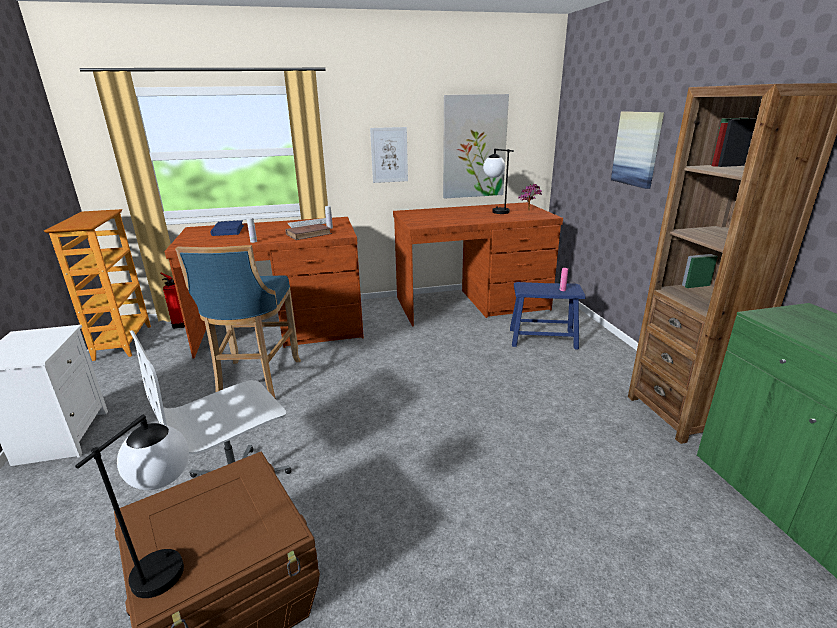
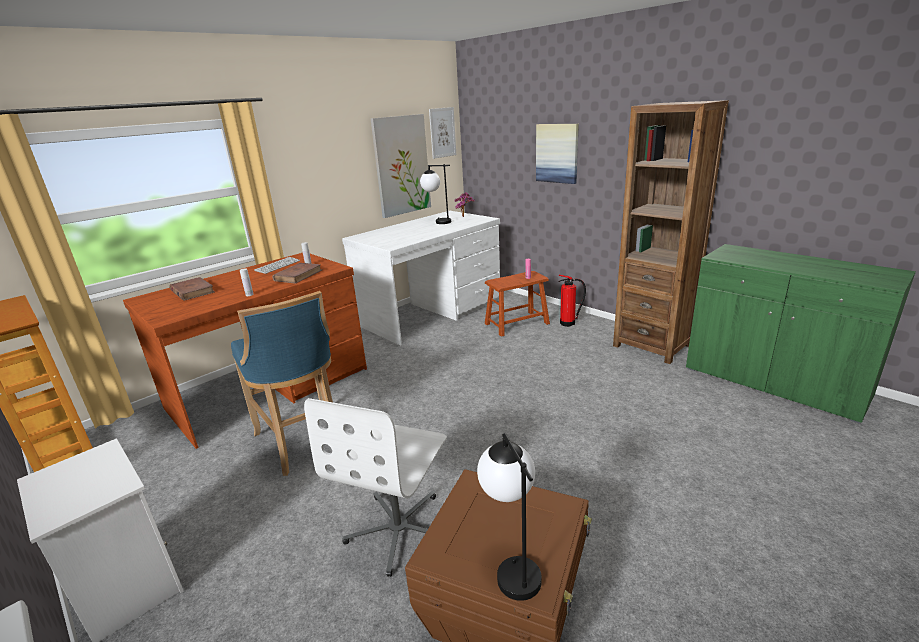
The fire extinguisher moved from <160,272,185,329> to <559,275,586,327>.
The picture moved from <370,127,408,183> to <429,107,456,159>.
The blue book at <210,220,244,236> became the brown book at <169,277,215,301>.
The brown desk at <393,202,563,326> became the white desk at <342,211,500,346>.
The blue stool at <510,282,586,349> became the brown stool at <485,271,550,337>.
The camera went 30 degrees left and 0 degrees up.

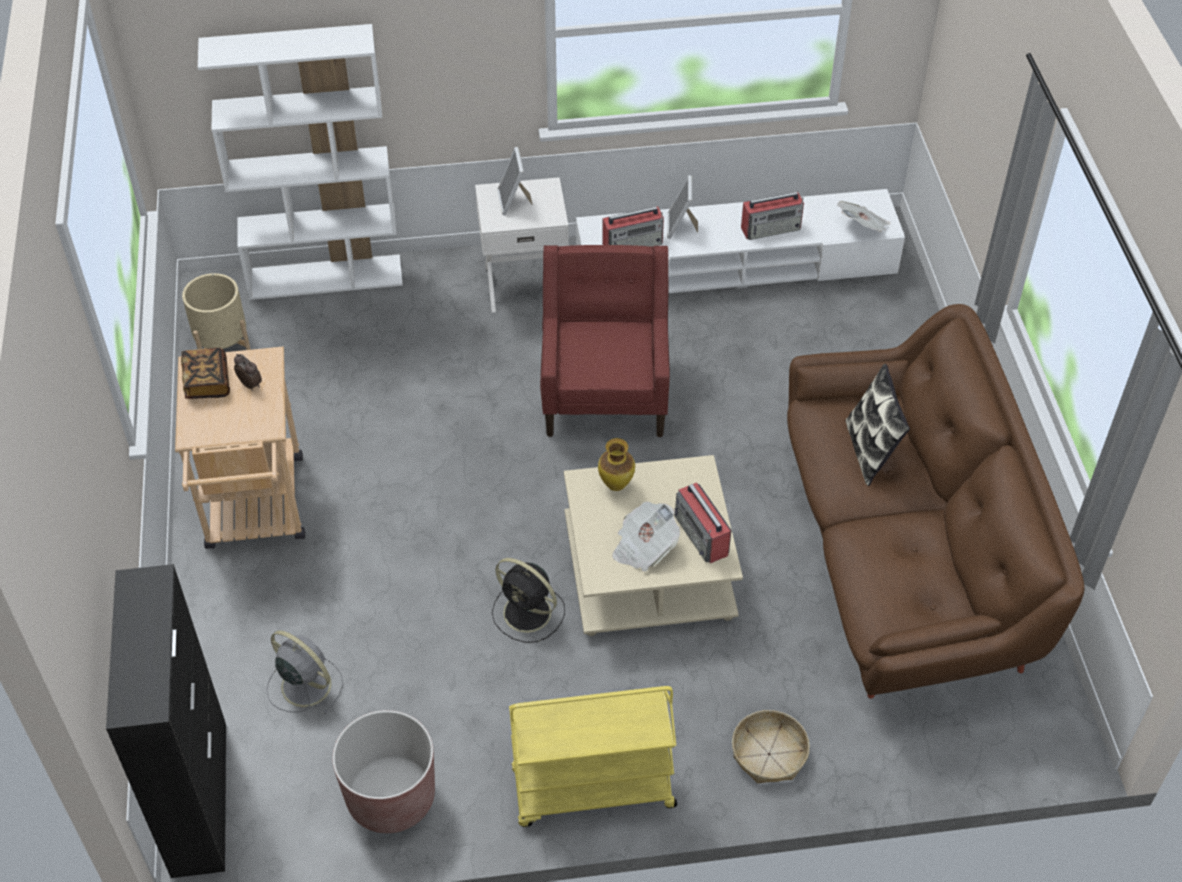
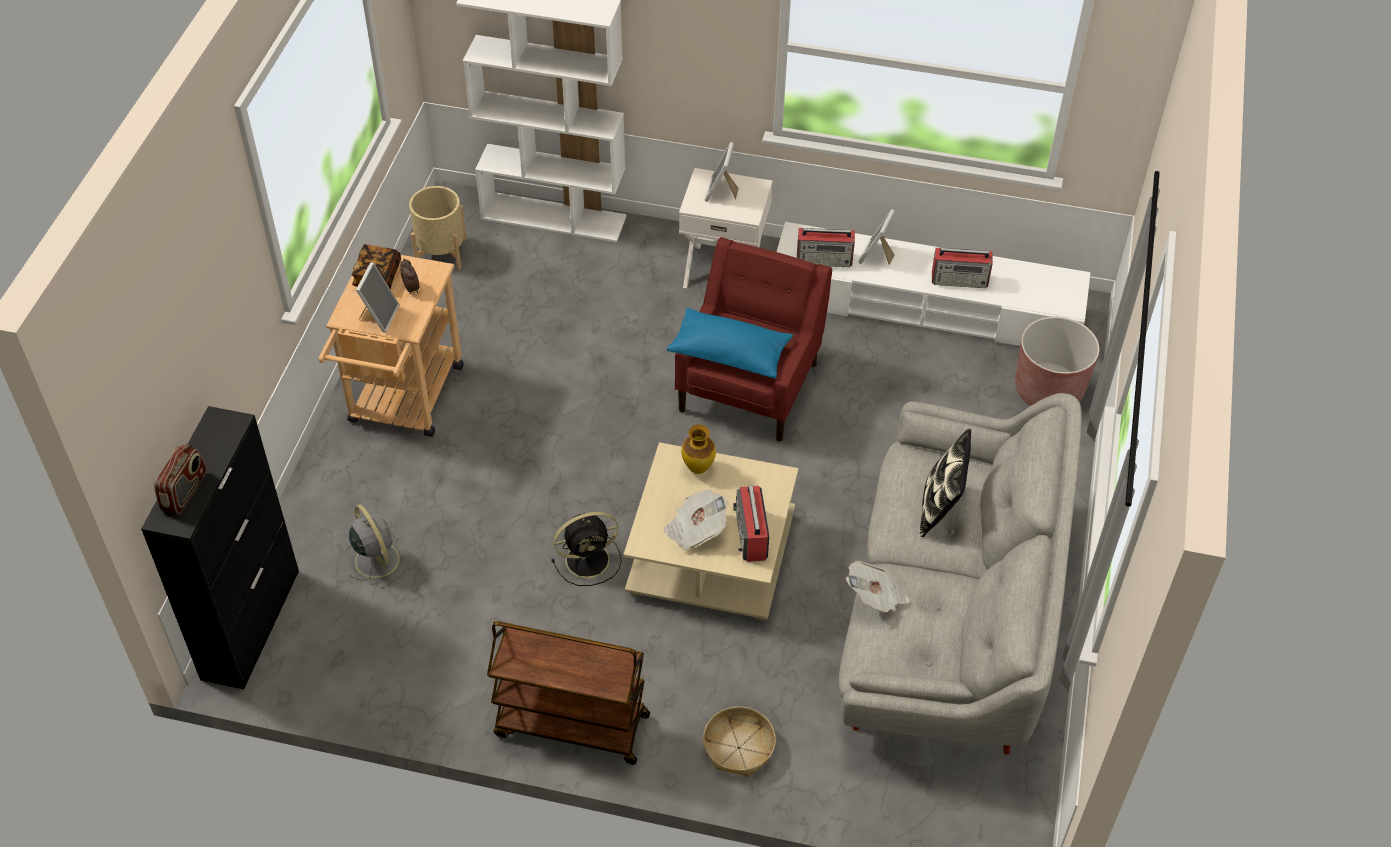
The radio at <154,444,206,515> appeared.
The picture frame at <356,262,400,333> appeared.
The blue pillow at <667,308,793,379> appeared.
The brown planter moved from <332,710,435,833> to <1015,317,1100,406>.
The newspaper moved from <837,201,891,232> to <846,561,910,613>.
The yellow cart at <509,686,677,827> became the brown cart at <487,621,650,765>.
The brown sofa at <787,304,1085,699> became the grey sofa at <839,393,1082,755>.
The black fan at <492,558,565,643> turned 75 degrees counterclockwise.
The camera went 20 degrees right and 0 degrees up.

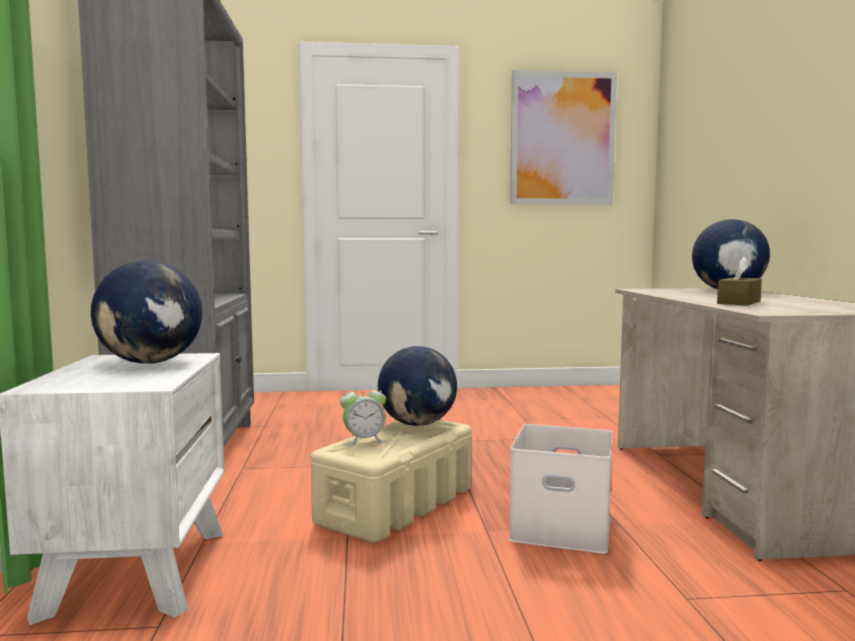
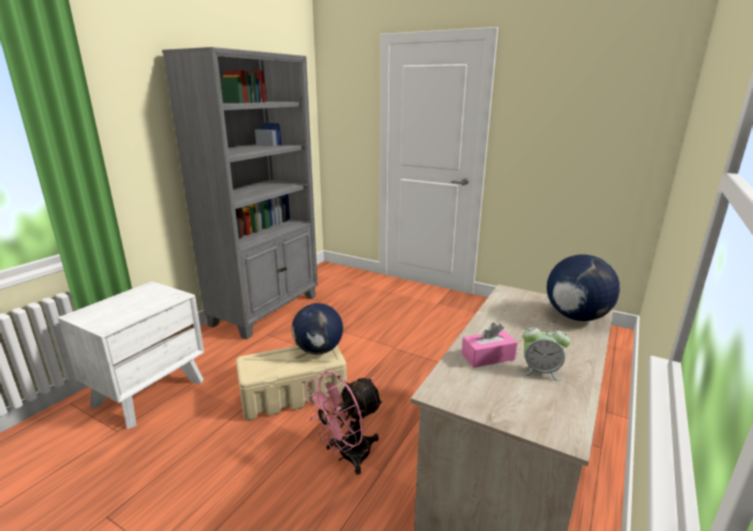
The globe at <91,260,203,364> disappeared.
The picture at <510,70,617,205> disappeared.
The alarm clock moved from <340,384,386,446> to <522,323,570,381>.
The white storage box at <509,424,613,554> was replaced by the pink fan at <305,371,383,475>.
The brown tissue box at <717,257,762,306> became the pink tissue box at <462,323,517,368>.
The camera went 35 degrees right and 15 degrees up.

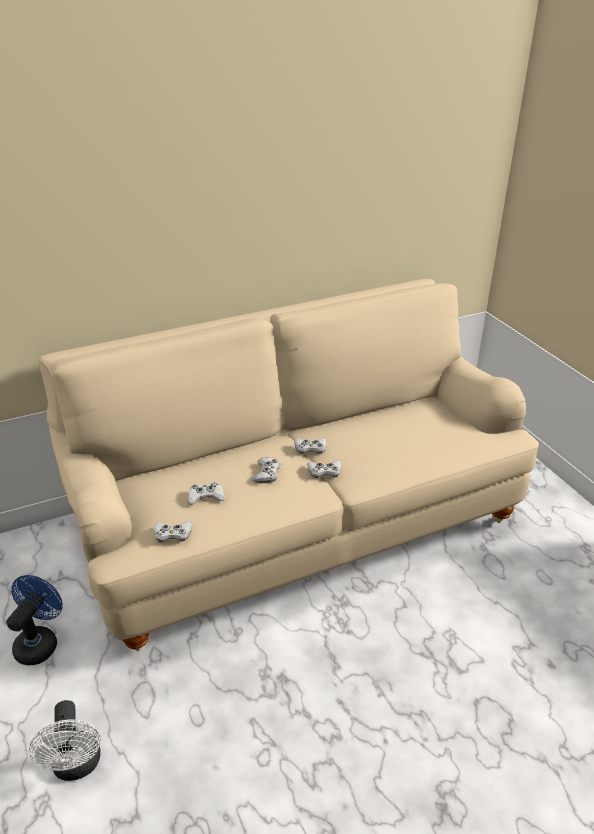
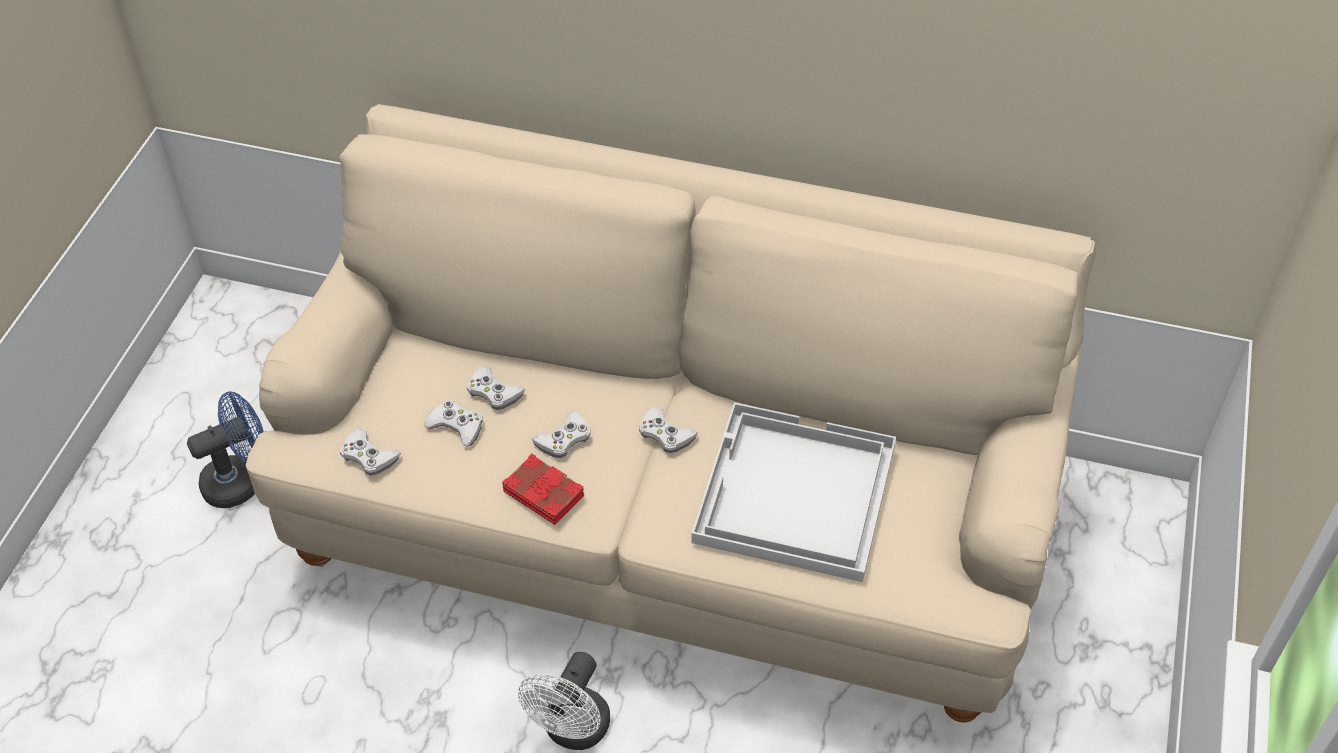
The red book at <502,453,584,525> appeared.
The white tray at <691,402,896,582> appeared.
The white fan moved from <29,700,101,781> to <518,652,610,750>.
The white game controller moved from <307,461,342,478> to <467,366,525,410>.
The camera went 40 degrees right and 15 degrees up.

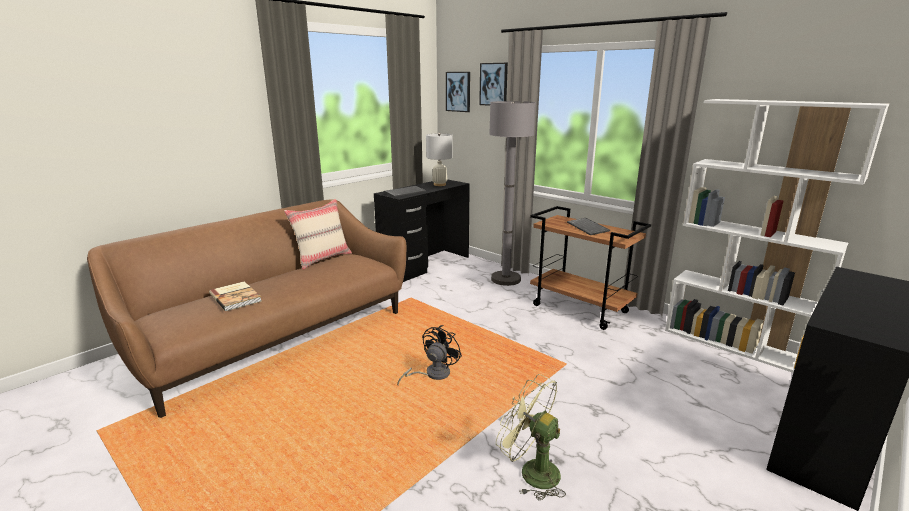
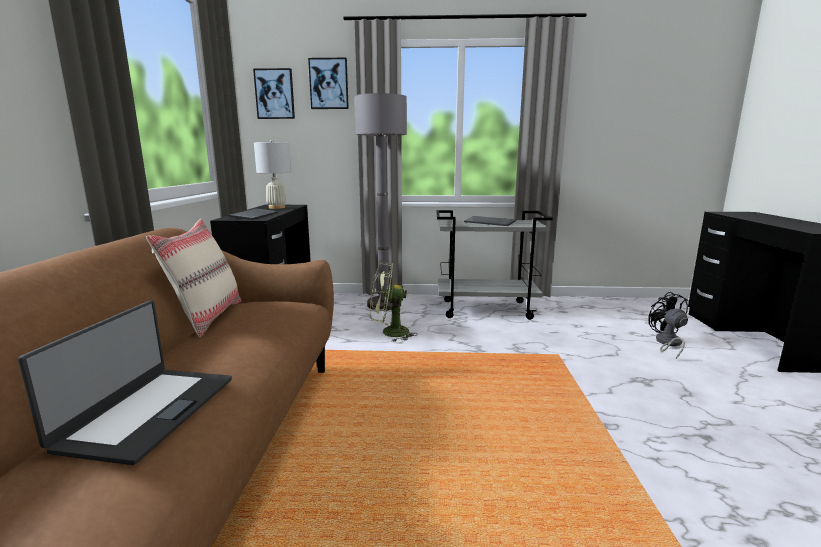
The white bookcase at <665,99,889,373> disappeared.
The black fan moved from <397,325,462,385> to <648,292,688,359>.
The green fan moved from <496,374,566,500> to <370,263,418,342>.
The book at <209,281,262,311> was replaced by the laptop at <18,300,232,465>.
The brown cart at <530,206,651,330> became the grey cart at <437,210,553,320>.
The camera went 40 degrees left and 5 degrees down.

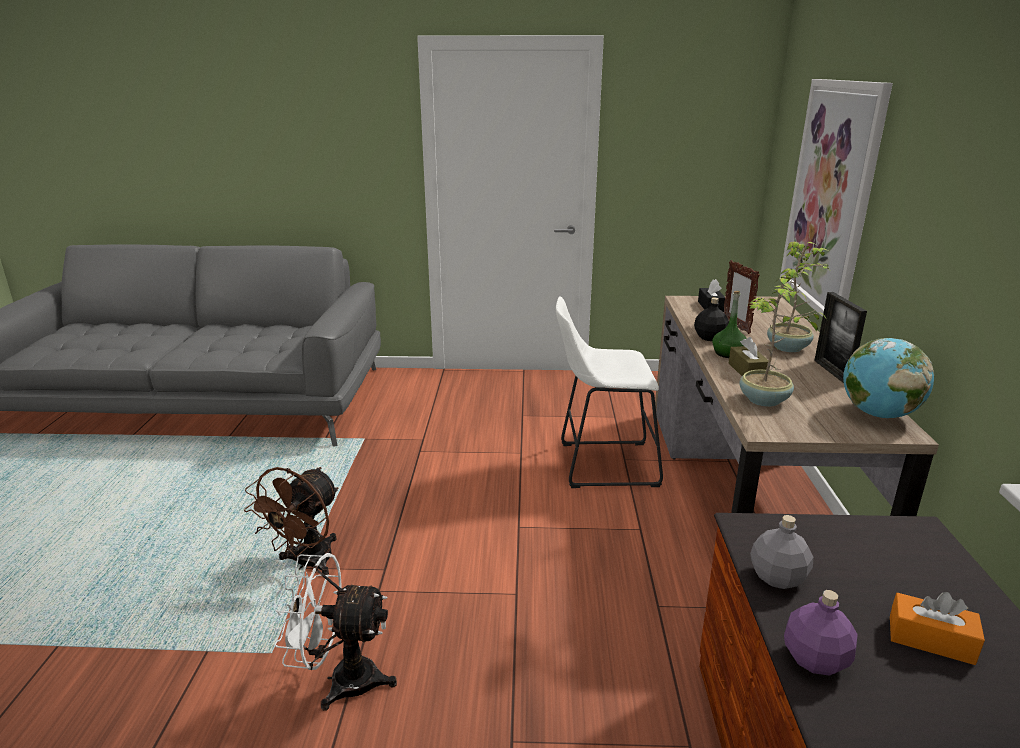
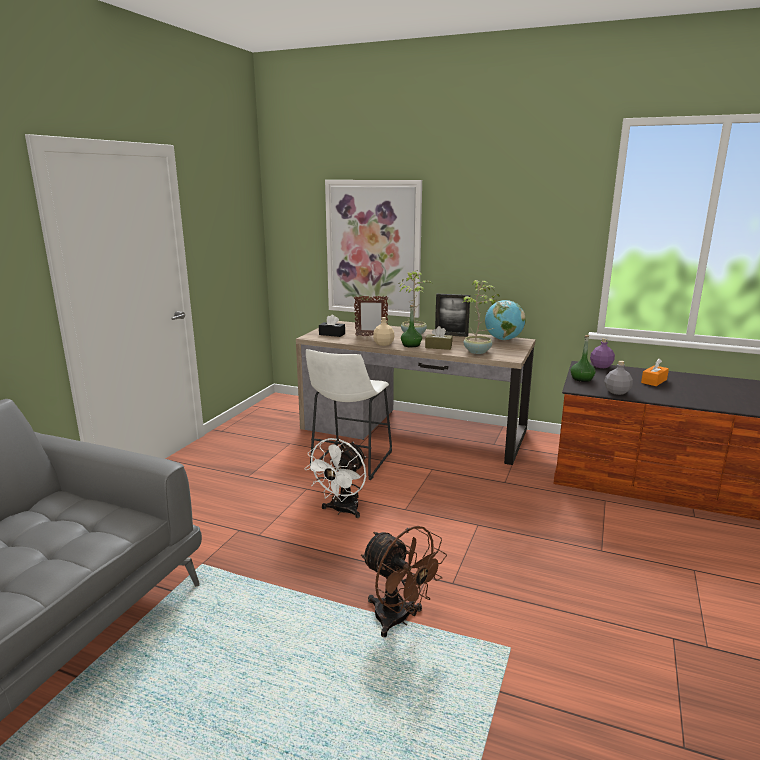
The green bottle at <571,335,596,382> appeared.
The white fan moved from <275,553,397,711> to <304,438,366,518>.
The purple bottle moved from <784,590,858,676> to <590,338,615,368>.
The black bottle at <694,298,729,341> became the beige bottle at <373,317,394,346>.
The camera went 70 degrees left and 5 degrees down.

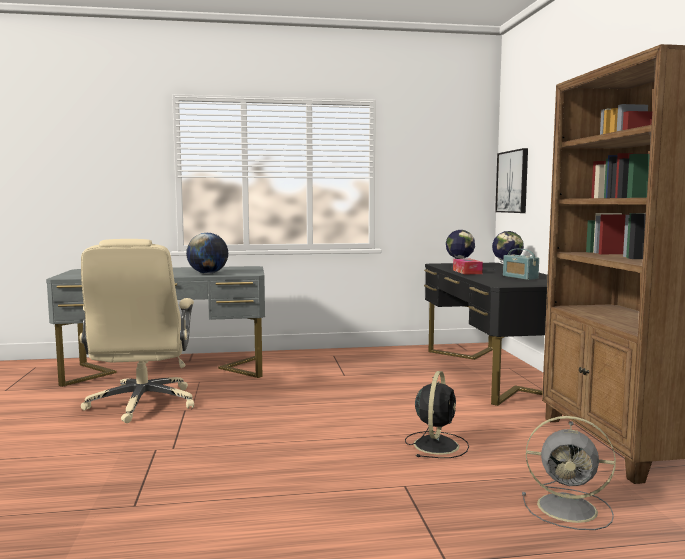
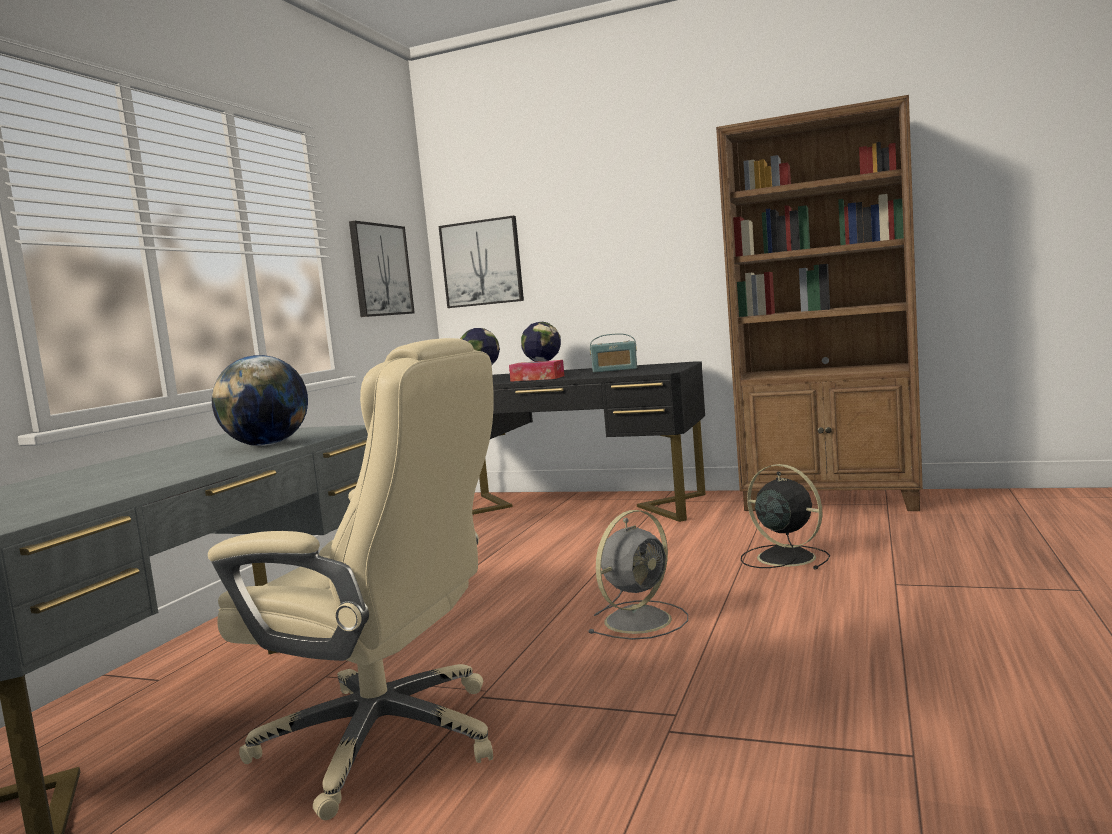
The picture at <349,221,415,317> appeared.
The grey fan moved from <522,416,616,530> to <588,510,688,640>.
The camera went 60 degrees left and 0 degrees up.

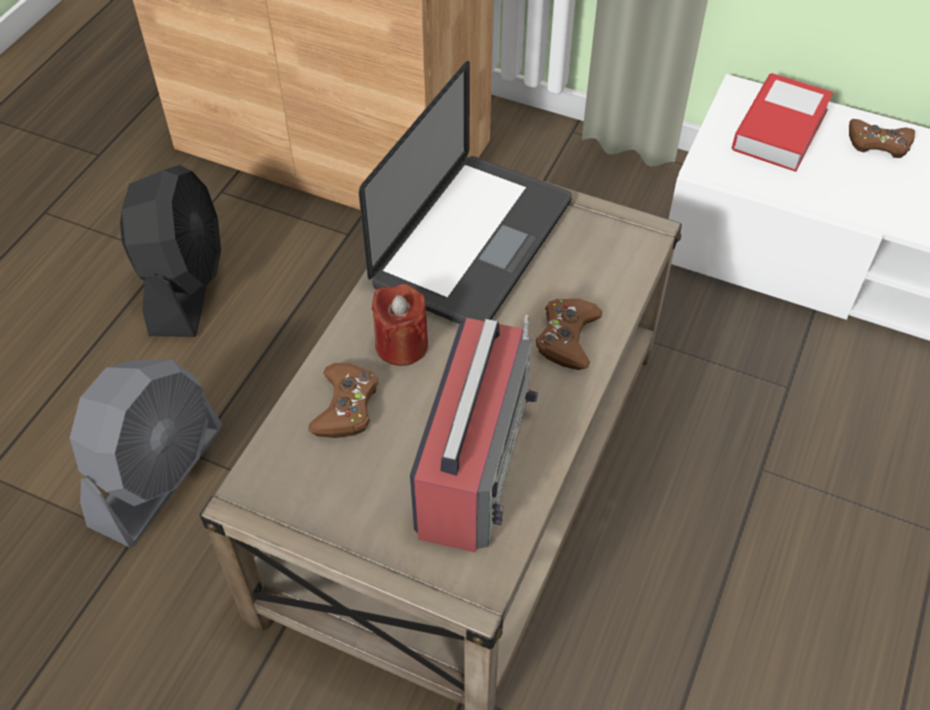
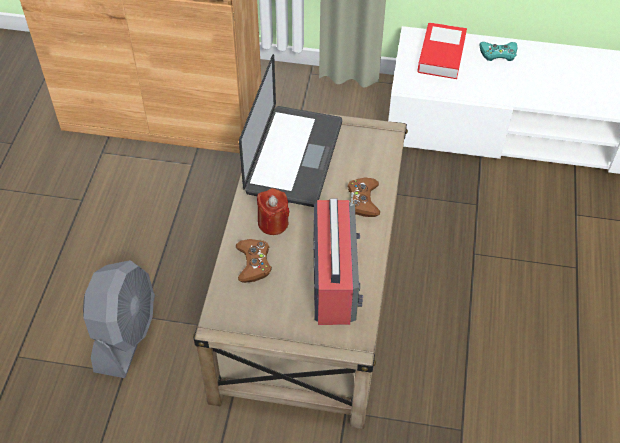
The black fan at <120,165,221,337> disappeared.
The brown game controller at <849,119,915,158> became the turquoise game controller at <479,42,517,61>.
The camera went 15 degrees left and 0 degrees up.

